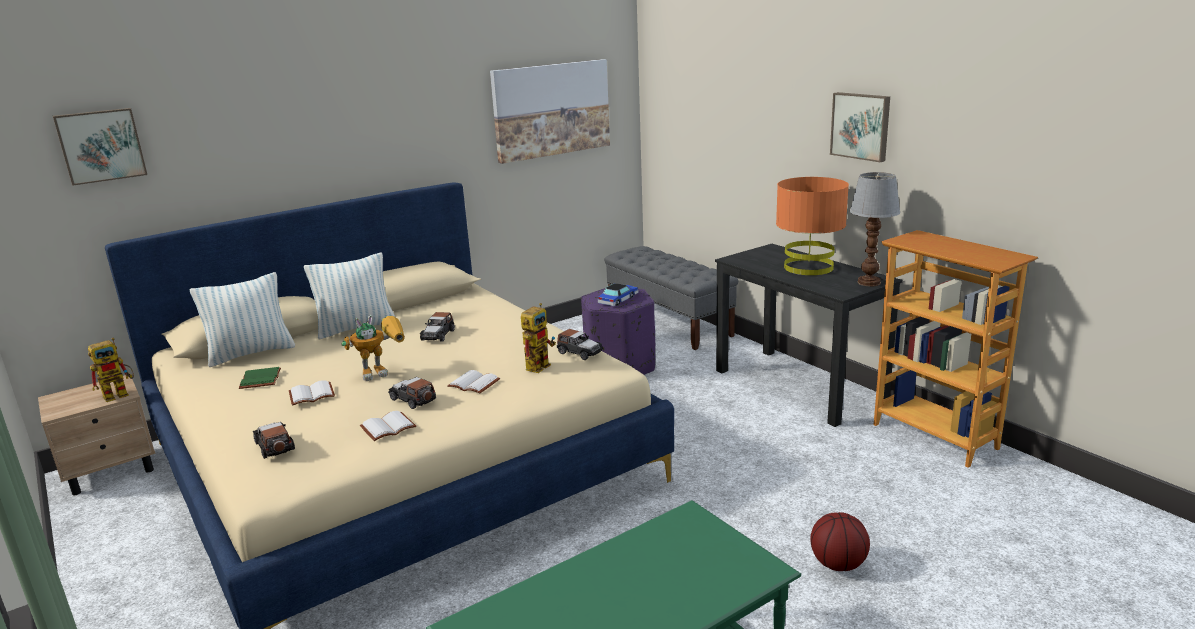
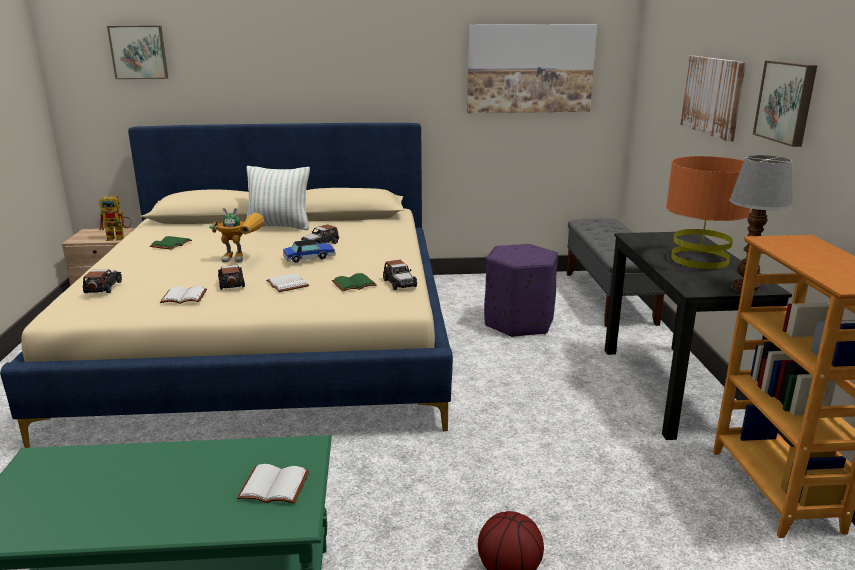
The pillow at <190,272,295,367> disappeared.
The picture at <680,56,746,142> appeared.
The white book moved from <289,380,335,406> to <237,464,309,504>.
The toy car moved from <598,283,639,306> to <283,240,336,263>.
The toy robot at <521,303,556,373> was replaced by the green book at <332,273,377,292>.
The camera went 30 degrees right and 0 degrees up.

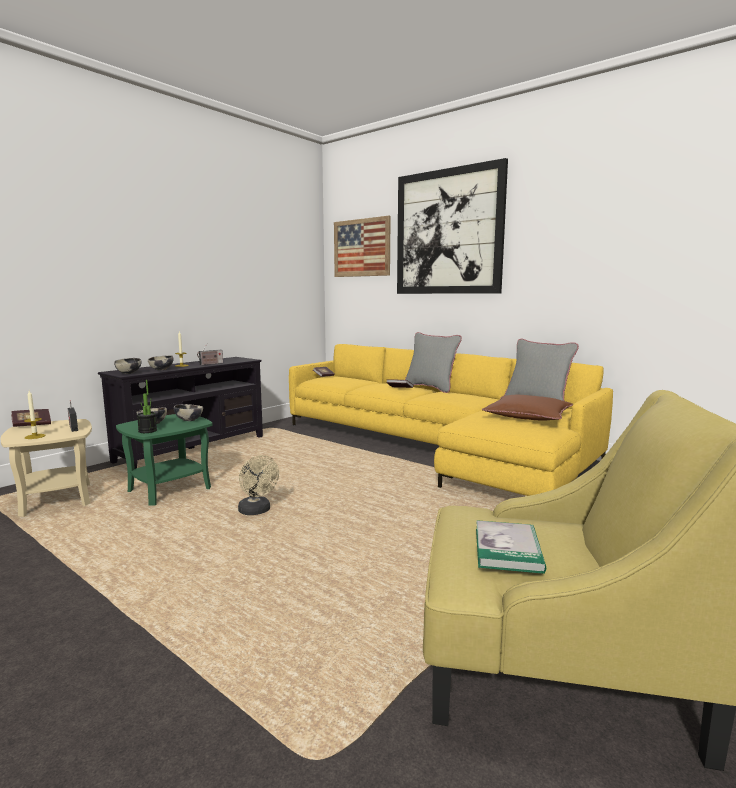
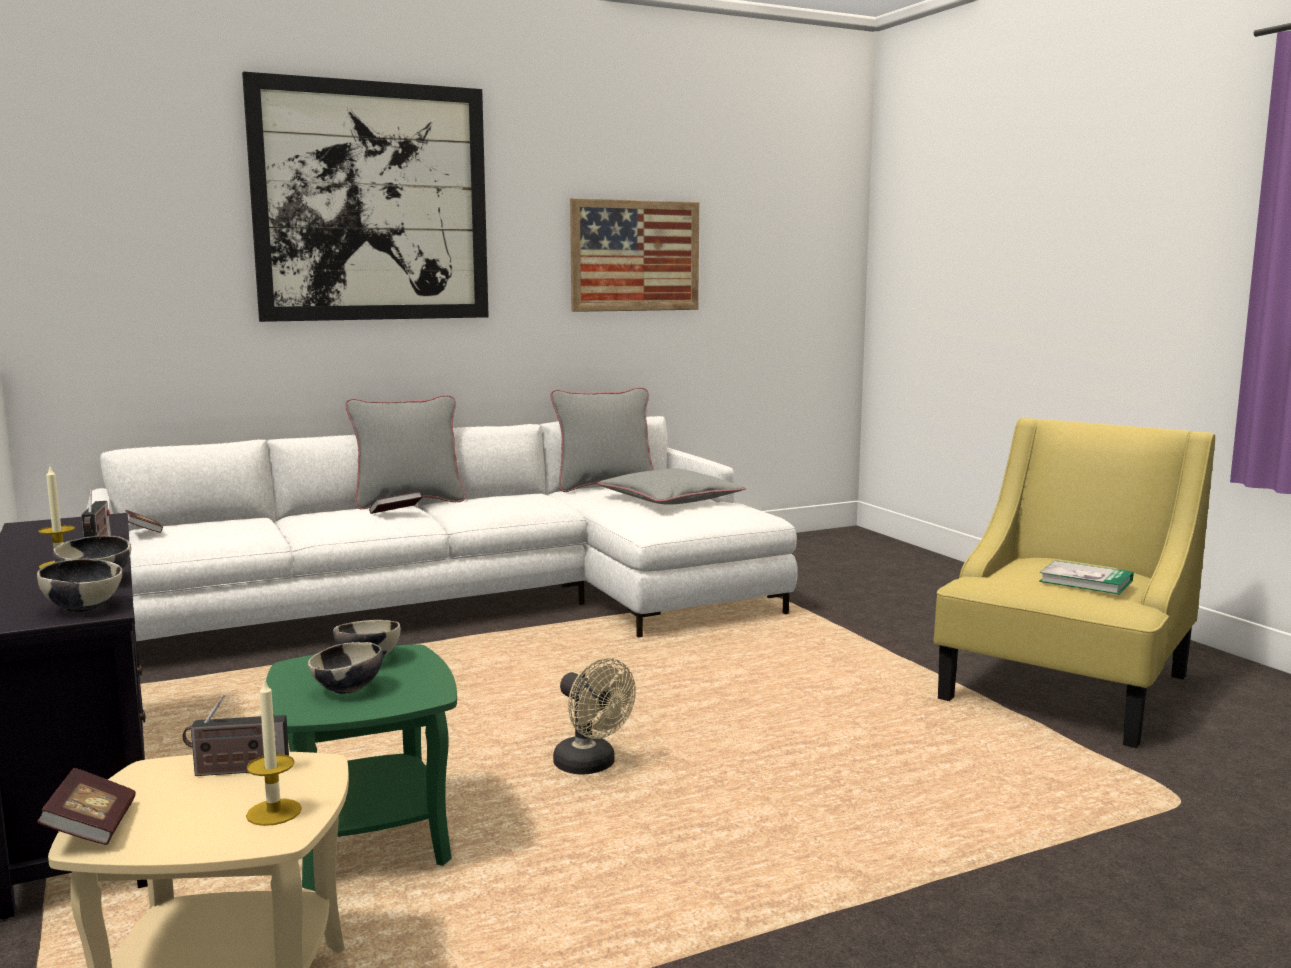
The potted plant at <137,380,157,433> disappeared.
The picture moved from <334,216,391,277> to <570,198,699,312>.
The yellow sofa at <289,344,613,496> became the white sofa at <86,416,798,641>.
The brown pillow at <482,395,573,421> became the grey pillow at <597,468,746,505>.
The beige fan at <238,455,279,515> turned 60 degrees clockwise.
The camera went 65 degrees left and 0 degrees up.

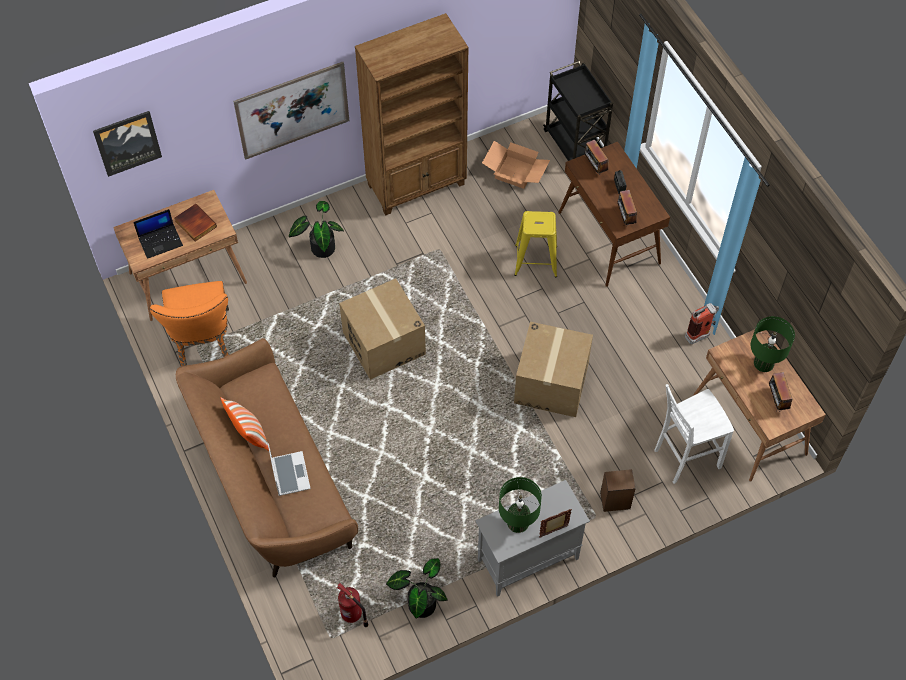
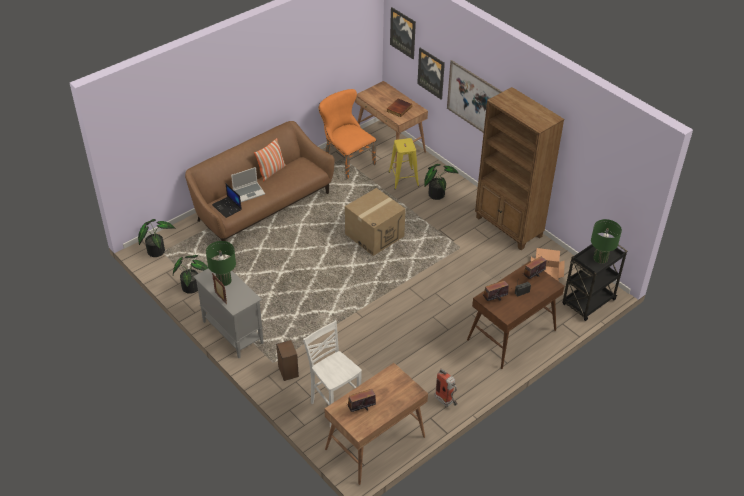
The fire extinguisher at <337,583,369,627> disappeared.
The cardboard box at <514,322,593,417> disappeared.
The potted plant at <138,219,175,257> appeared.
The picture at <417,48,445,99> appeared.
The laptop moved from <133,209,183,259> to <212,183,242,218>.
The yellow stool moved from <514,211,557,277> to <389,138,419,190>.
The green table lamp moved from <751,316,795,372> to <591,219,622,264>.
The orange chair at <150,281,229,366> turned 75 degrees clockwise.
The camera went 75 degrees right and 15 degrees down.

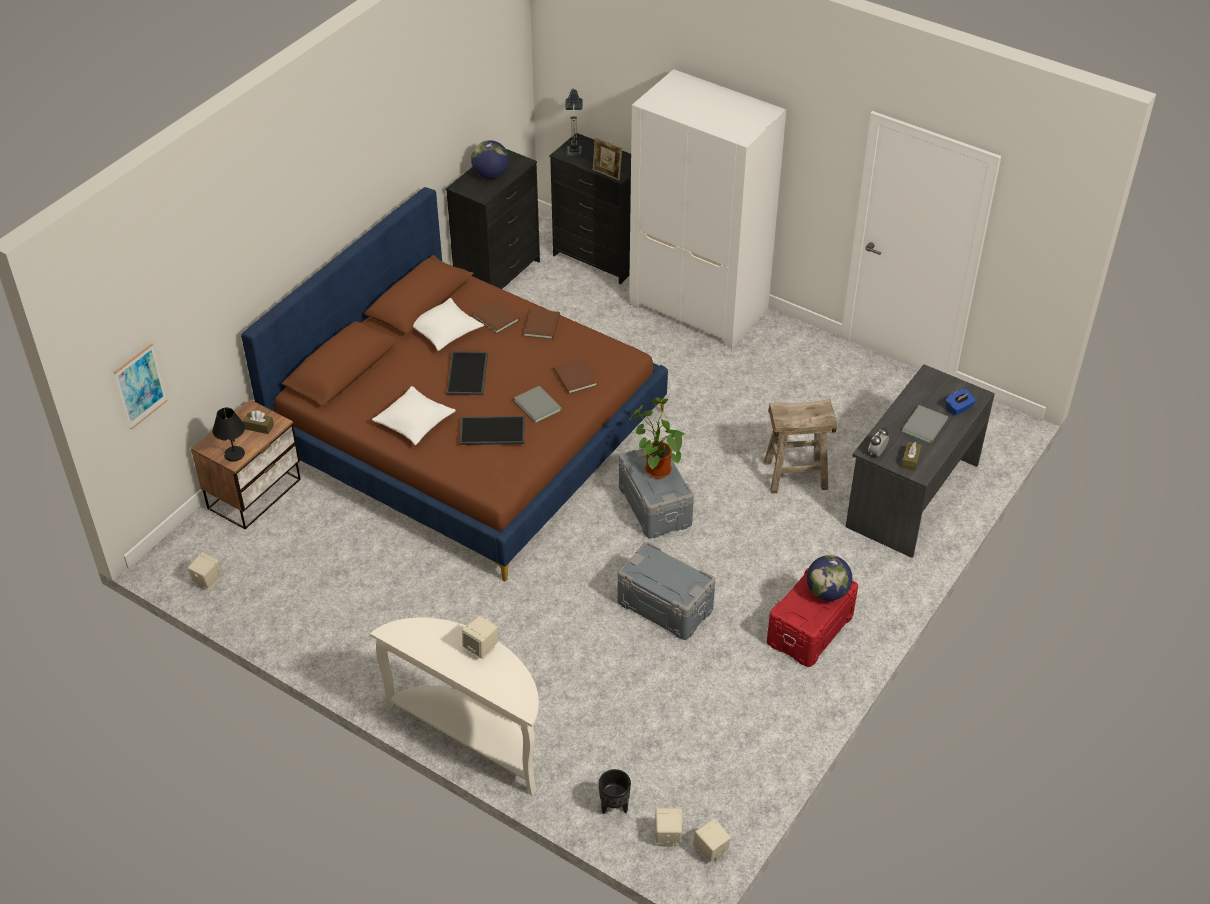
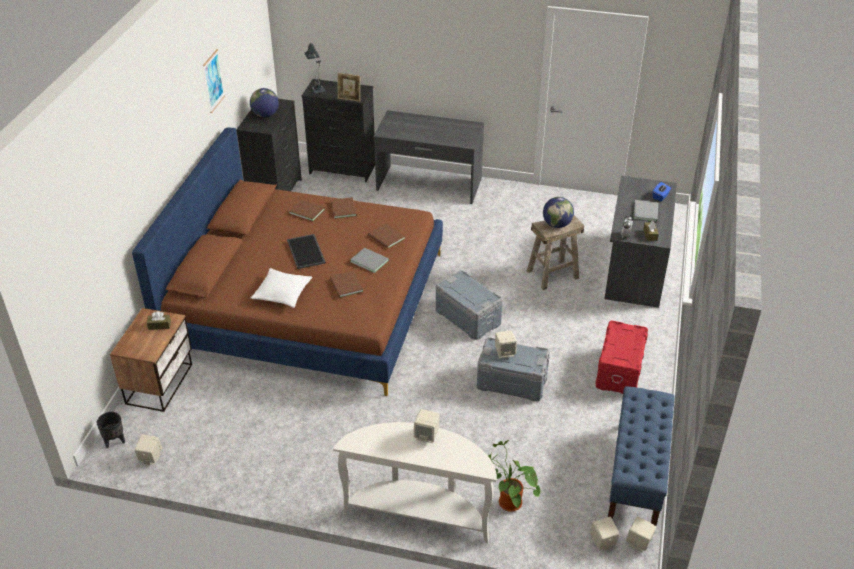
The black table lamp at <212,408,245,461> disappeared.
The white pillow at <413,298,484,351> disappeared.
The beige speaker at <495,330,517,359> appeared.
The blue bench at <608,386,674,526> appeared.
The picture moved from <114,343,167,430> to <203,49,225,113>.
The black planter moved from <599,769,631,814> to <97,412,125,448>.
The potted plant moved from <629,397,686,479> to <488,440,540,512>.
The globe moved from <807,555,852,601> to <543,197,574,228>.
The tray at <460,416,525,445> was replaced by the brown book at <330,271,363,298>.
The white wardrobe at <629,69,786,348> was replaced by the grey desk at <373,110,484,204>.
The camera went 20 degrees left and 5 degrees down.

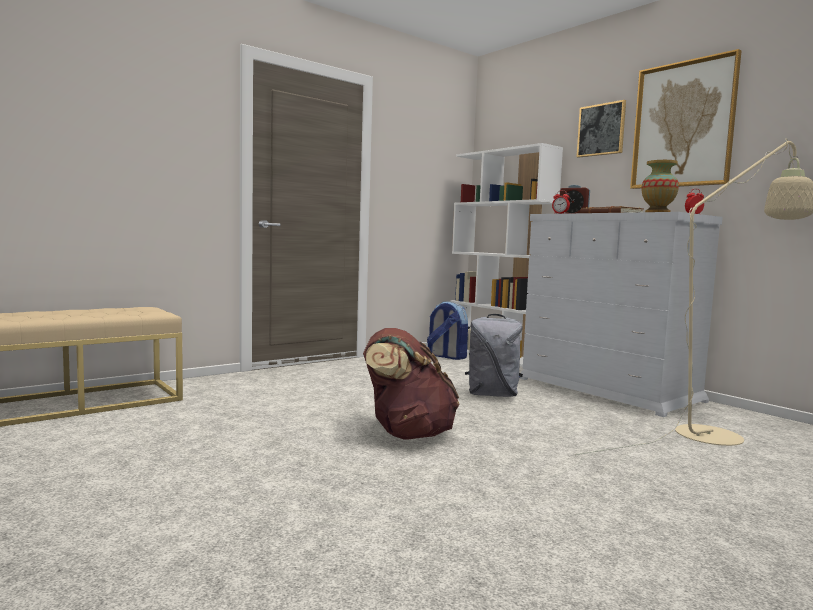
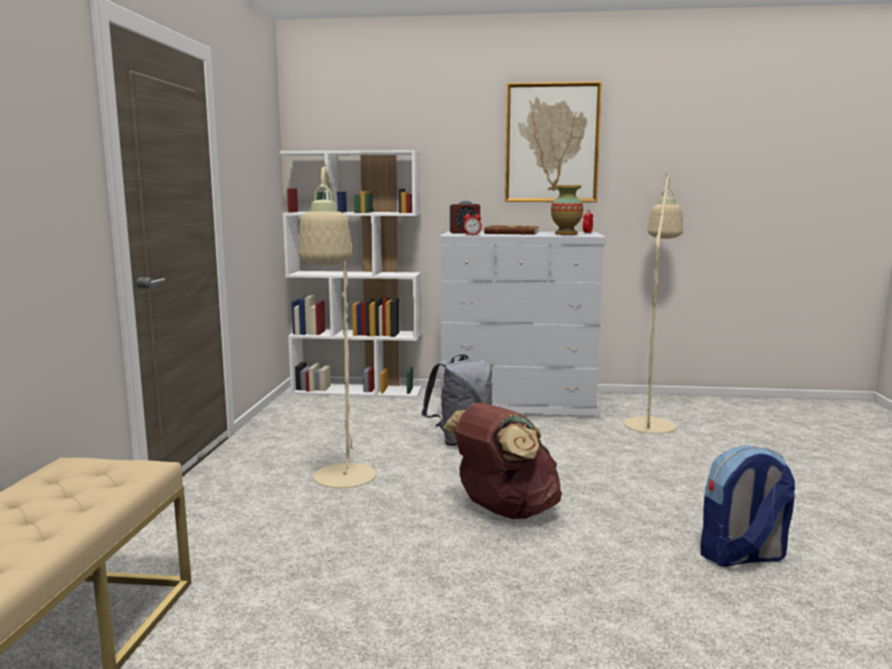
The picture at <577,100,626,158> disappeared.
The beige floor lamp at <298,164,376,488> appeared.
The backpack moved from <427,301,468,360> to <701,445,795,567>.
The camera went 45 degrees left and 5 degrees up.

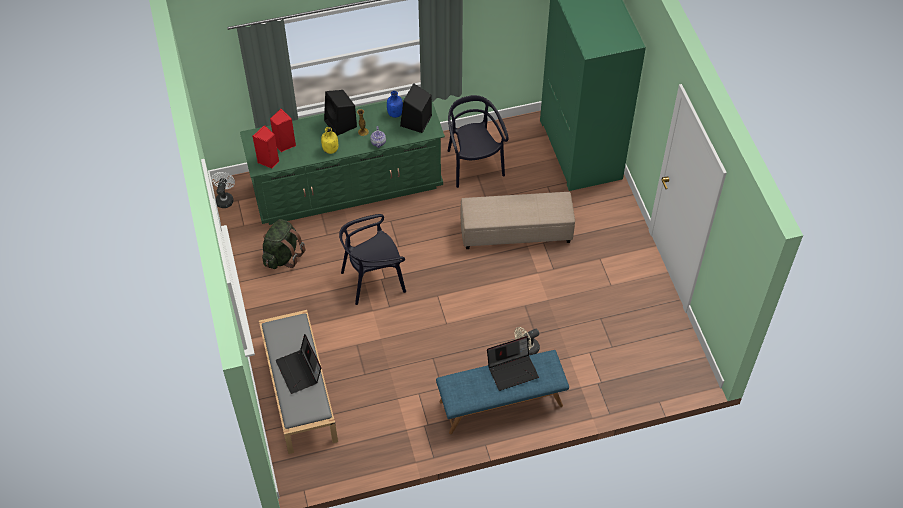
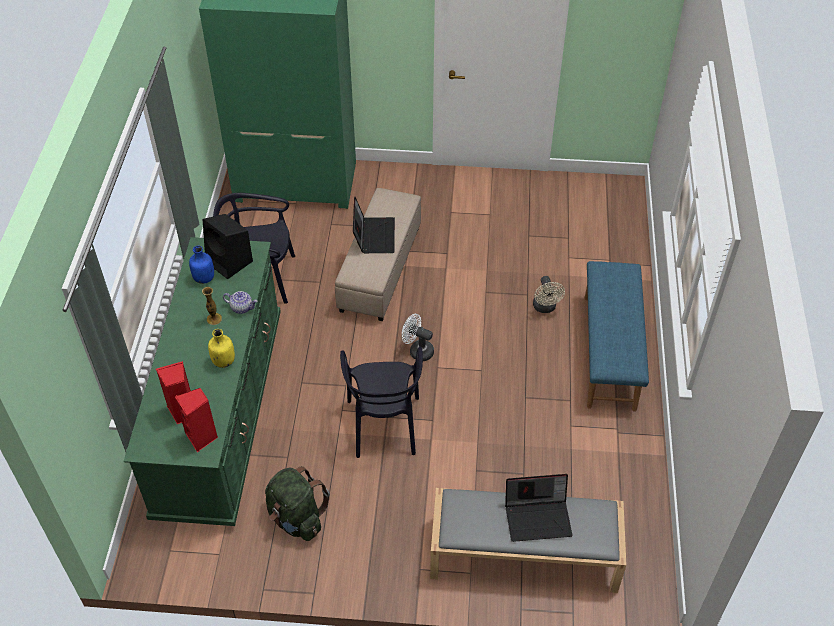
The black speaker at <324,90,357,136> disappeared.
The white fan moved from <212,172,235,208> to <402,314,434,361>.
The laptop moved from <487,336,539,391> to <353,197,395,253>.
The camera went 70 degrees left and 5 degrees down.

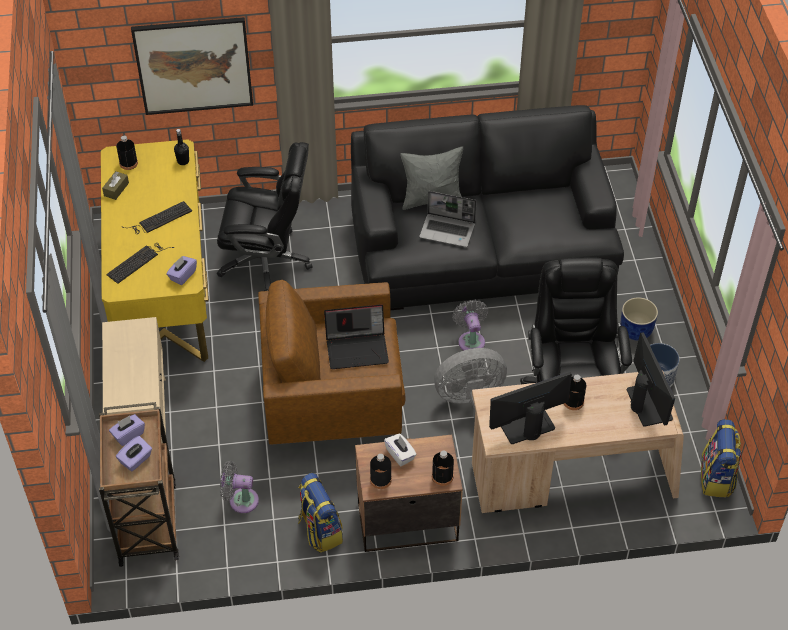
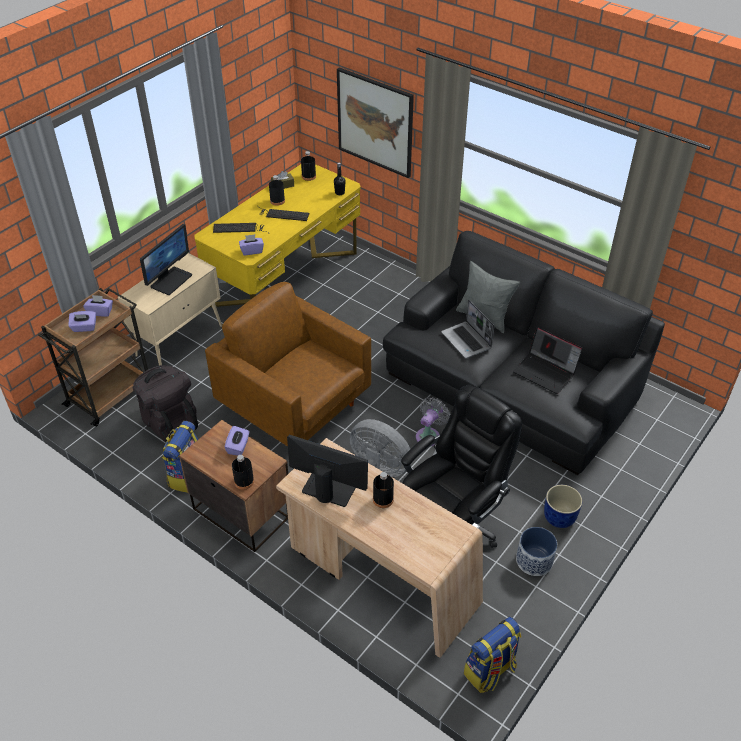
The black office chair at <217,142,313,291> disappeared.
The laptop moved from <324,304,389,369> to <513,327,583,394>.
The black bottle moved from <370,454,392,489> to <269,175,285,206>.
The monitor moved from <627,332,675,427> to <140,224,192,295>.
The grey fan at <220,461,259,513> was replaced by the black backpack at <133,365,198,442>.
The white tissue box at <384,434,417,466> became the purple tissue box at <224,426,250,456>.
The camera went 45 degrees right and 5 degrees down.

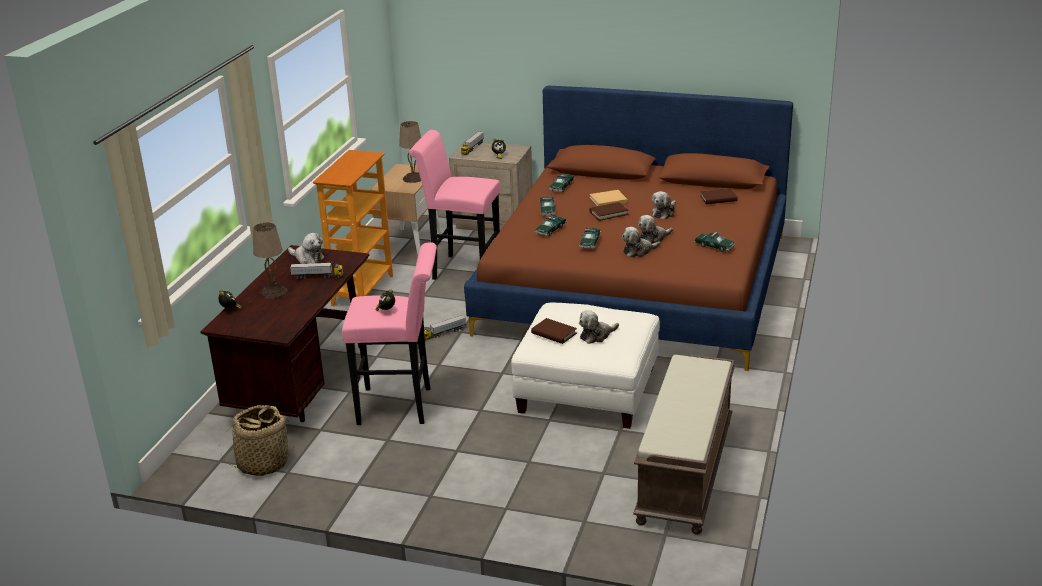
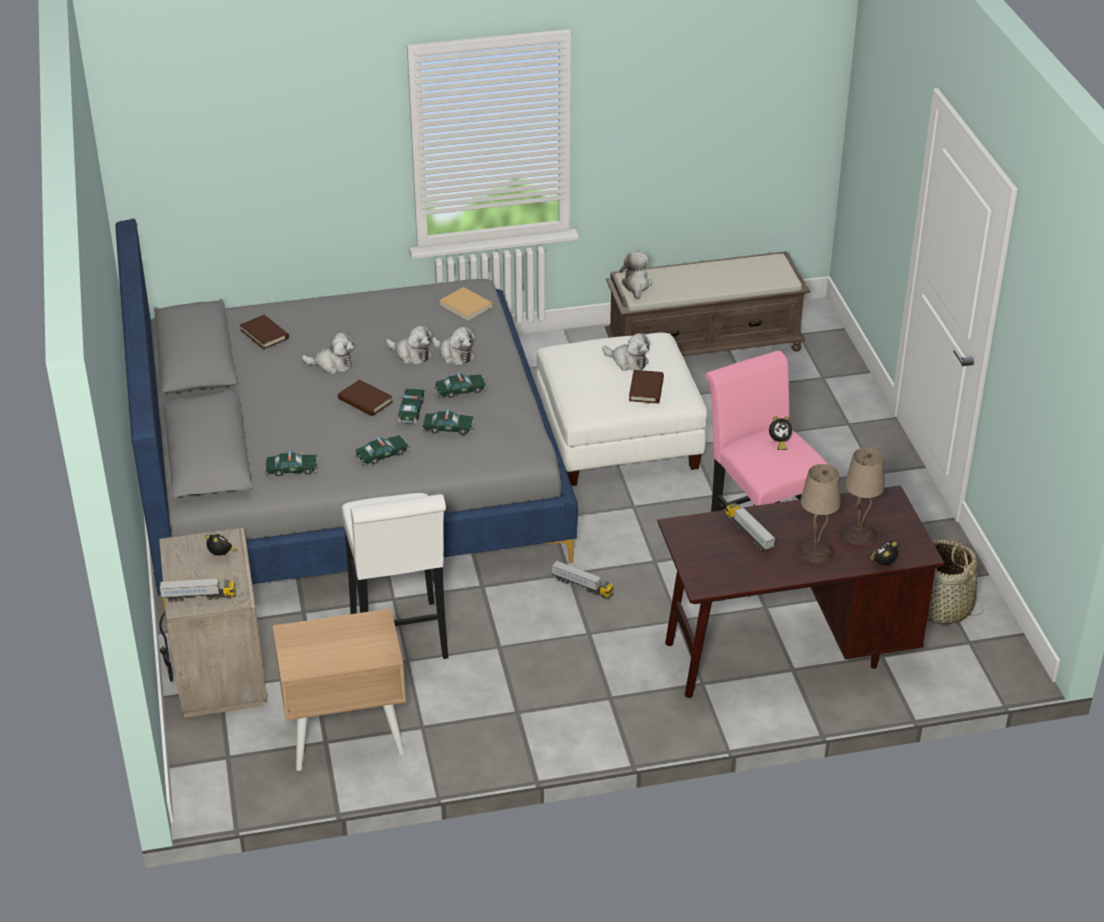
The bookcase at <313,150,393,306> disappeared.
The plush toy moved from <288,233,324,264> to <620,251,652,299>.
The beige table lamp moved from <399,121,421,183> to <840,448,885,546>.
The beige book moved from <590,190,627,206> to <439,287,492,321>.
The toy car moved from <694,232,735,252> to <397,388,426,424>.
The pink stool at <409,130,500,280> became the white stool at <342,493,448,659>.
The brown bed at <464,86,793,371> became the grey bed at <115,219,578,619>.
The camera went 120 degrees left and 10 degrees up.

